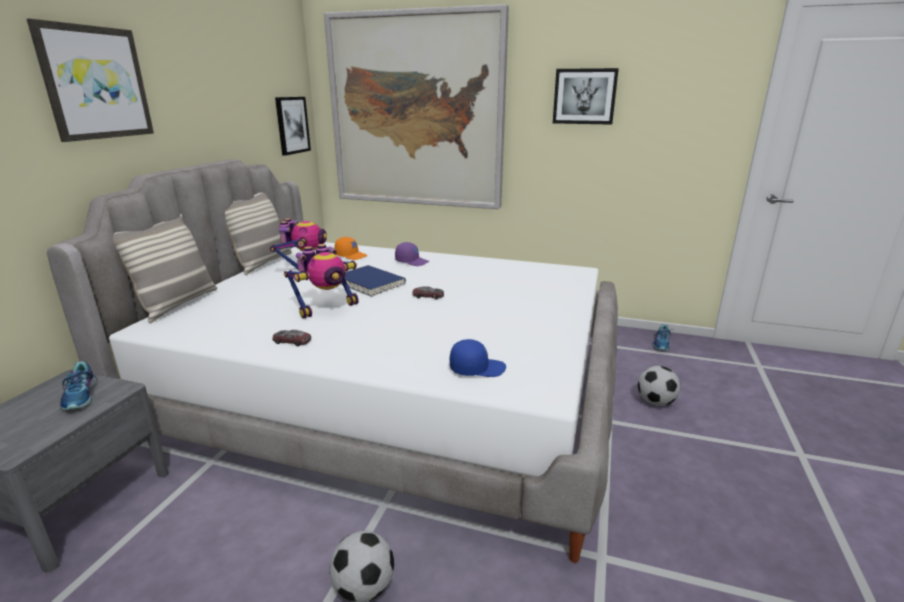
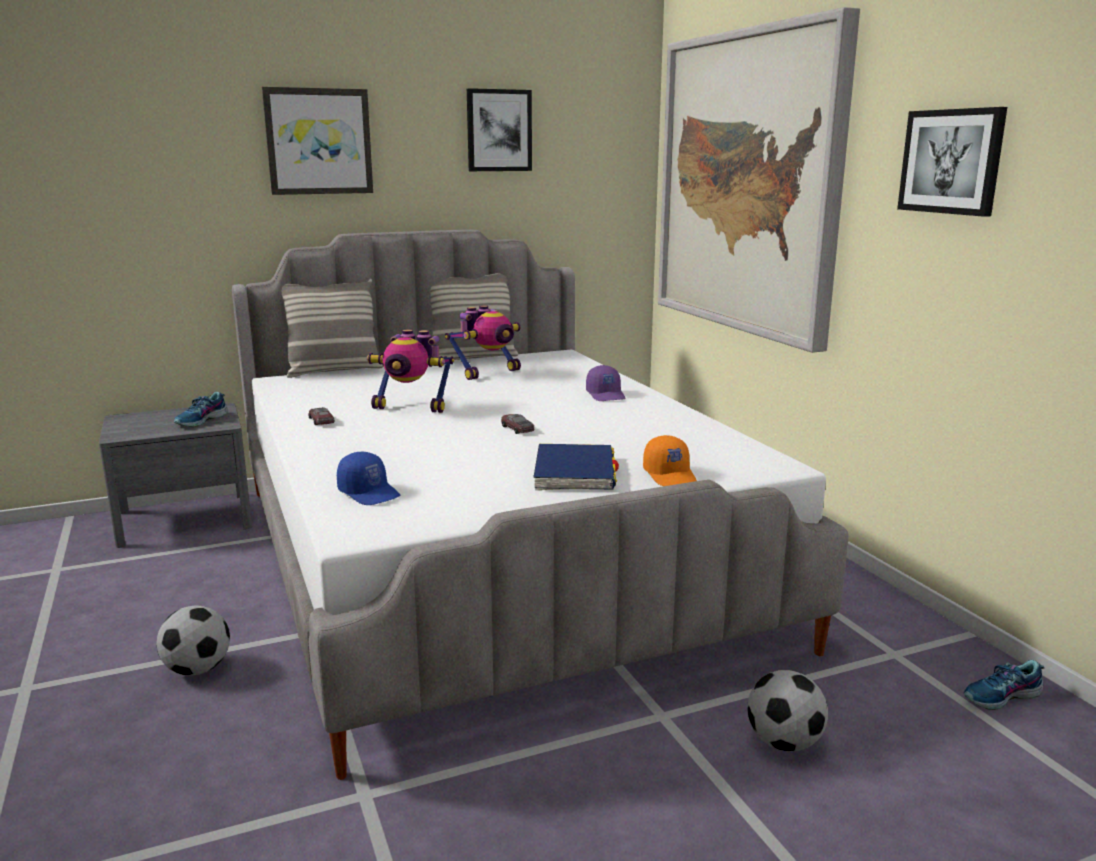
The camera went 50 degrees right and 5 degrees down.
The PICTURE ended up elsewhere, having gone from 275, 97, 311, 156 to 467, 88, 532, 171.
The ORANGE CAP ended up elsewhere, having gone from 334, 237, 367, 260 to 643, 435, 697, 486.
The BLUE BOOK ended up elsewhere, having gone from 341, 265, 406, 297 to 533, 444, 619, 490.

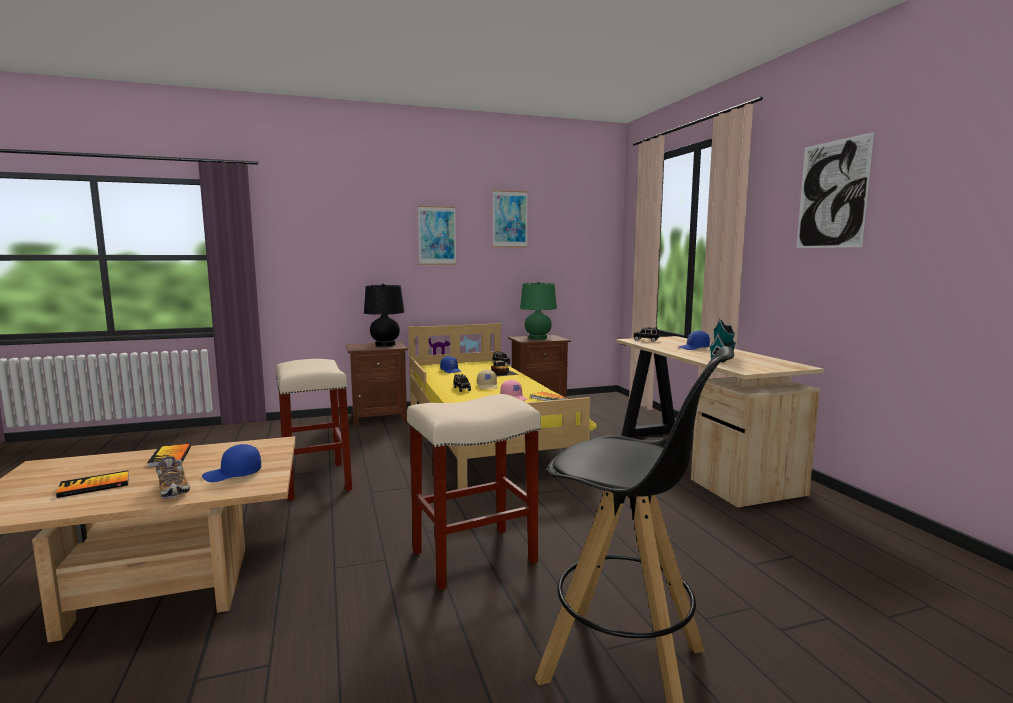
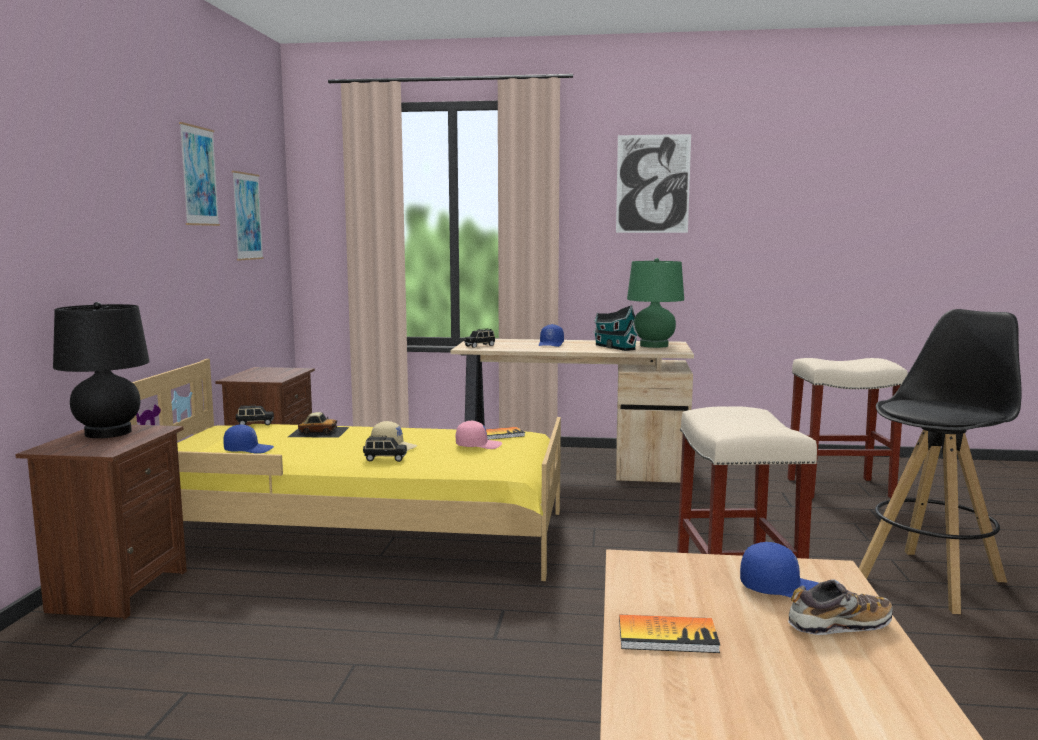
The camera went 65 degrees left and 0 degrees up.
The PICTURE ended up elsewhere, having gone from 418, 206, 456, 265 to 232, 171, 264, 261.
The GREEN TABLE LAMP ended up elsewhere, having gone from 520, 281, 557, 340 to 627, 258, 684, 348.
The BEIGE STOOL ended up elsewhere, having gone from 276, 359, 352, 501 to 788, 358, 908, 499.
The BLUE CAP at 202, 444, 261, 482 ended up facing another way, 90 degrees counterclockwise from before.
The second view lost the BOOK at 56, 470, 129, 498.

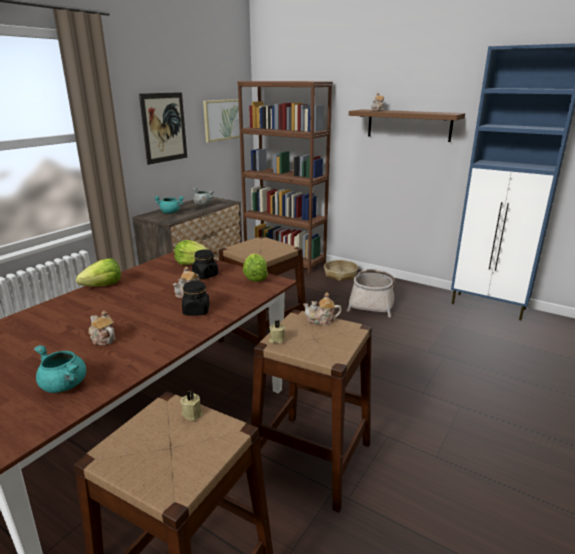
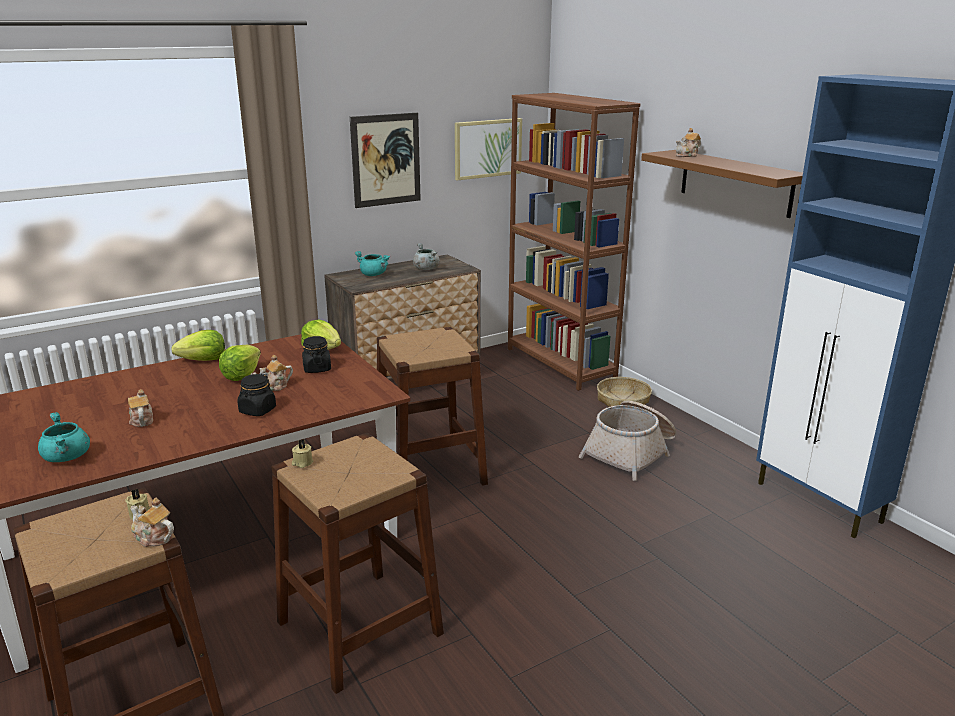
The camera went 25 degrees right and 0 degrees up.
The LETTUCE ended up elsewhere, having gone from 243, 253, 268, 282 to 219, 345, 261, 381.
The TEAPOT ended up elsewhere, having gone from 303, 292, 342, 325 to 130, 498, 174, 547.

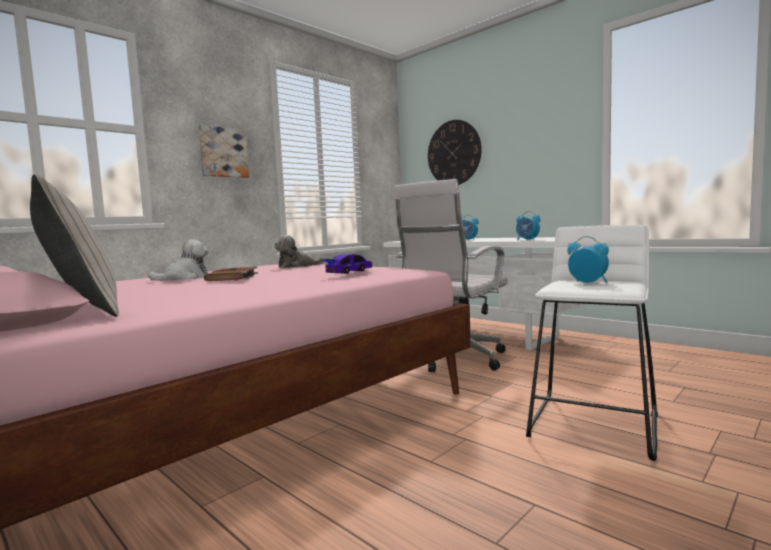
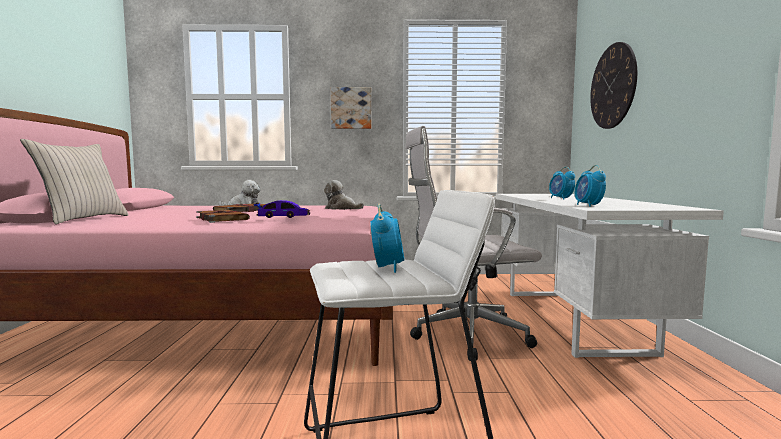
The camera went 45 degrees right and 0 degrees up.
The second view gained the BROWN BOOK at 196, 210, 250, 223.

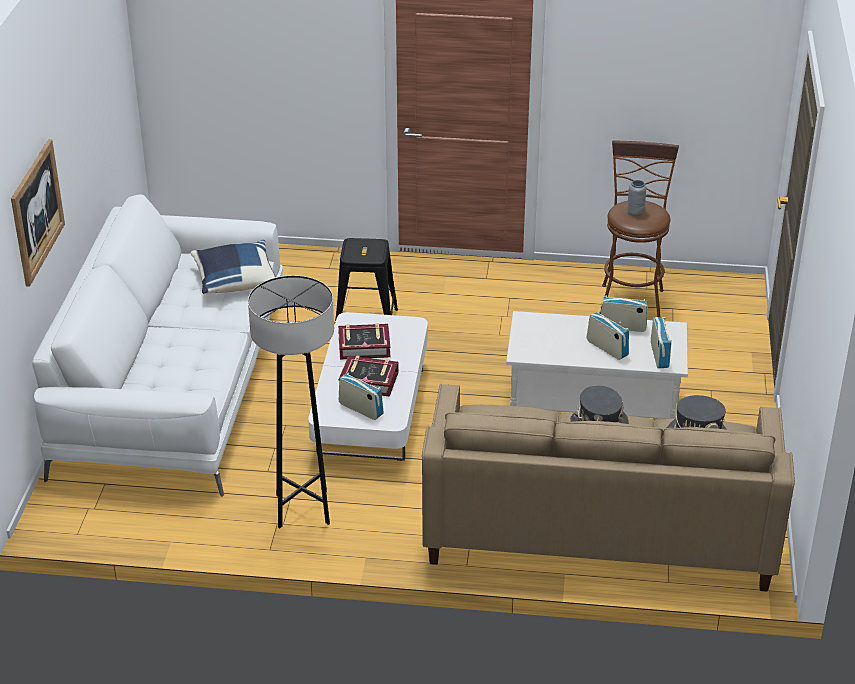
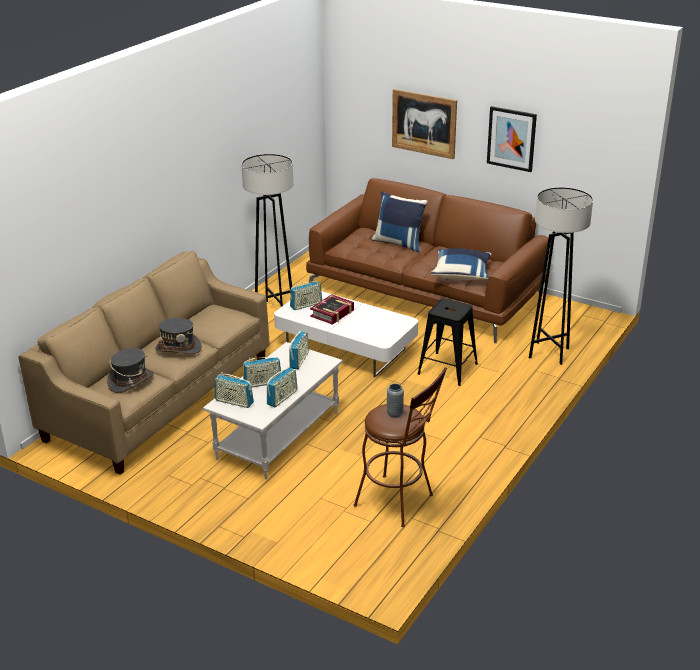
The camera went 115 degrees right and 5 degrees down.
What was the WHITE SOFA at 32, 194, 283, 497 turned into the BROWN SOFA at 306, 178, 548, 343.
The second view lost the BOOK at 338, 323, 391, 360.
The second view gained the PICTURE at 487, 106, 537, 172.
The second view gained the GREY FLOOR LAMP at 529, 187, 593, 365.
The second view gained the BLUE PILLOW at 371, 191, 428, 252.
The second view gained the RADIO at 289, 331, 309, 370.

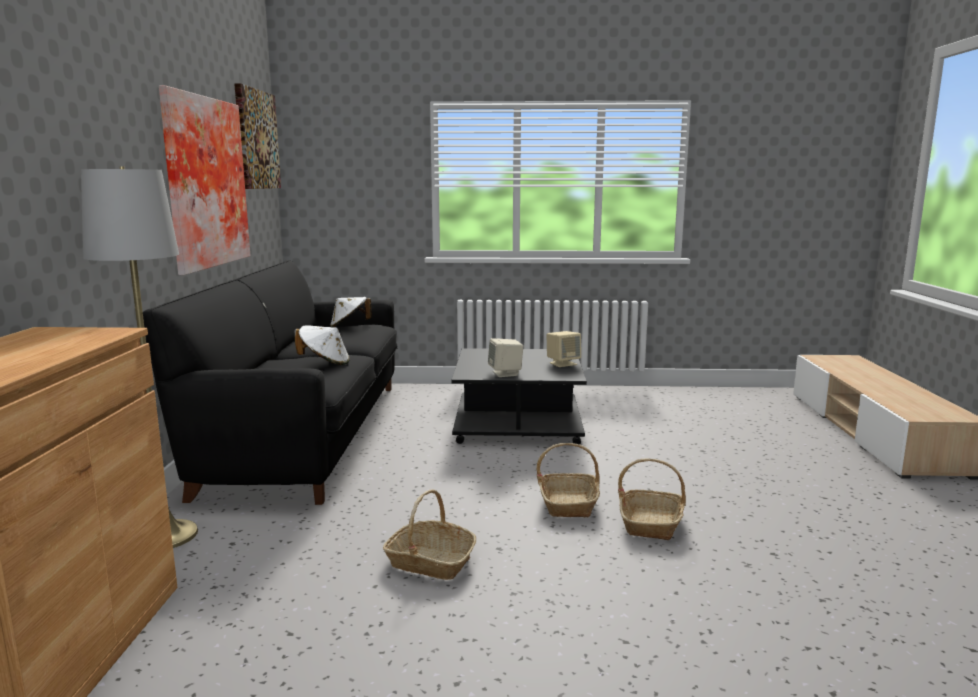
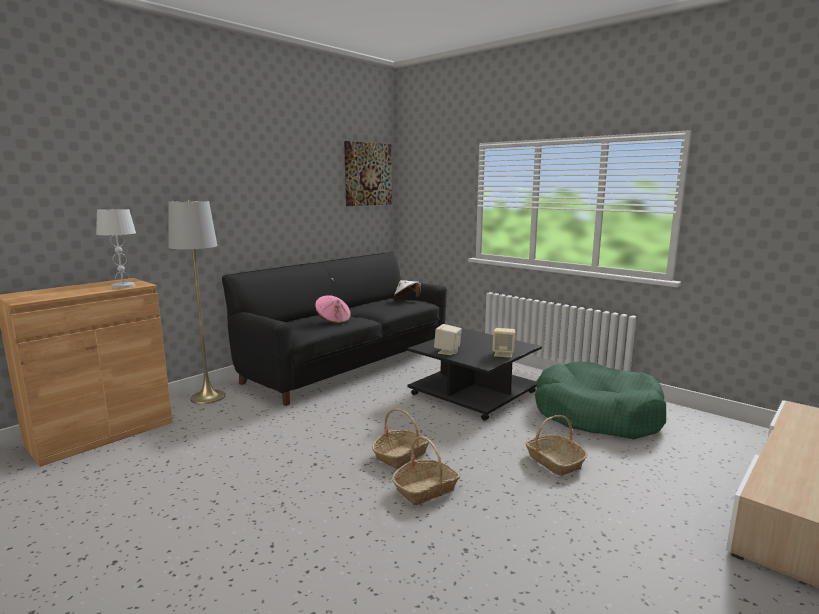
The camera went 40 degrees right and 0 degrees up.
The second view lost the PICTURE at 159, 85, 250, 275.
What was the WHITE HAT at 295, 325, 350, 365 turned into the PINK HAT at 315, 295, 351, 324.
The BASKET ended up elsewhere, having gone from 383, 489, 476, 580 to 526, 415, 588, 476.
The second view gained the WHITE TABLE LAMP at 96, 209, 136, 289.
The second view gained the GREEN DOG BED at 535, 362, 666, 439.

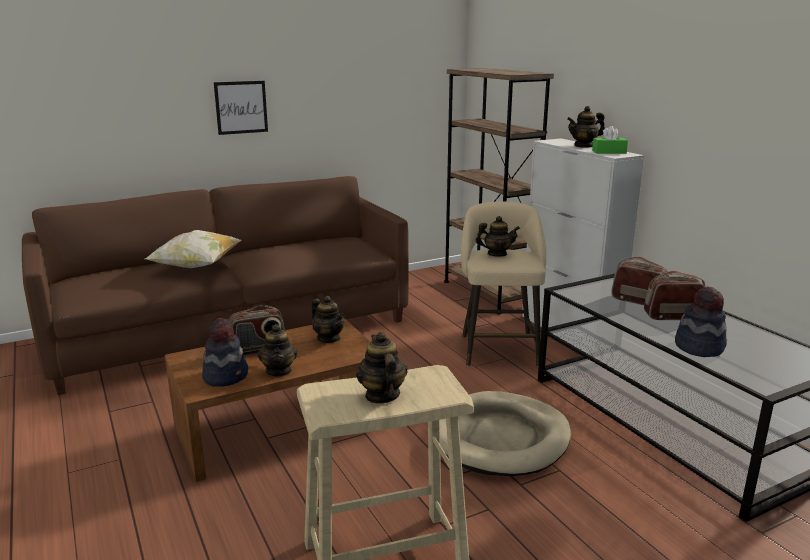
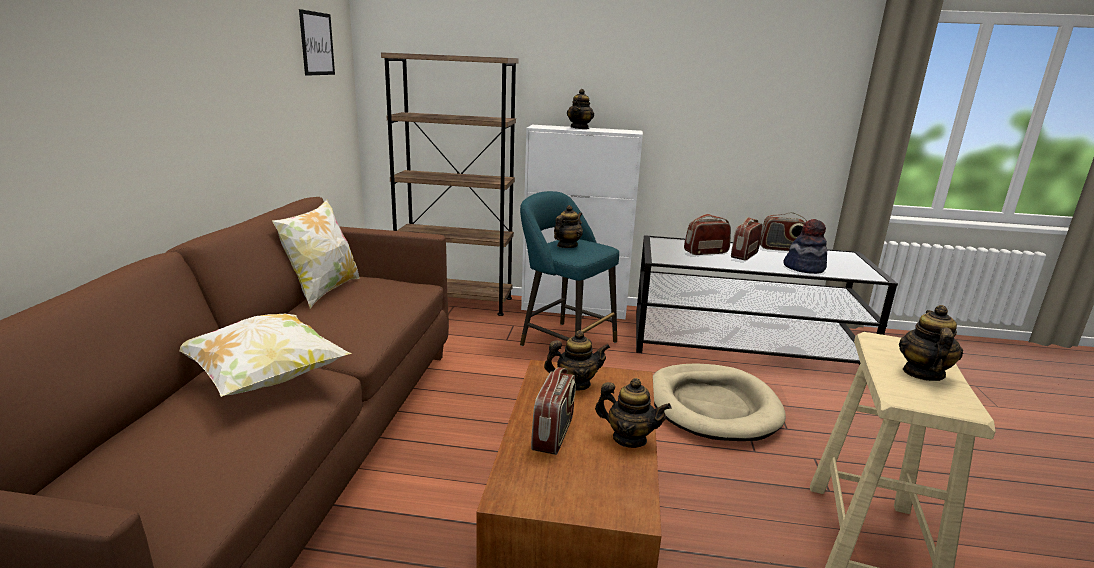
The camera went 55 degrees left and 0 degrees up.
The PICTURE ended up elsewhere, having gone from 214, 81, 268, 135 to 299, 9, 335, 76.
The second view lost the GREEN TISSUE BOX at 592, 126, 628, 154.
What was the BEIGE STOOL at 461, 201, 546, 367 turned into the TURQUOISE STOOL at 520, 191, 619, 346.
The second view lost the HAT at 202, 318, 248, 386.
The TEAPOT at 356, 332, 408, 404 ended up facing another way, 90 degrees clockwise from before.
The second view gained the PILLOW at 272, 199, 360, 308.
The second view gained the RADIO at 760, 212, 807, 251.

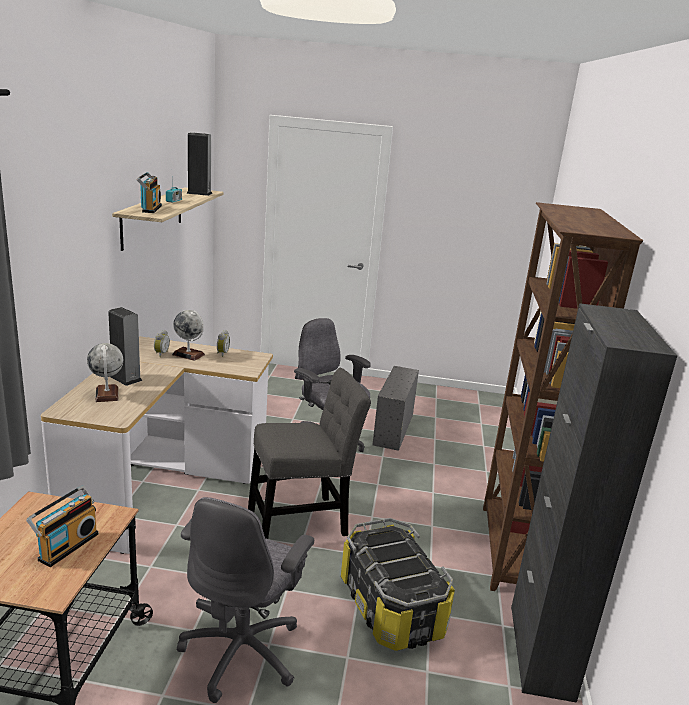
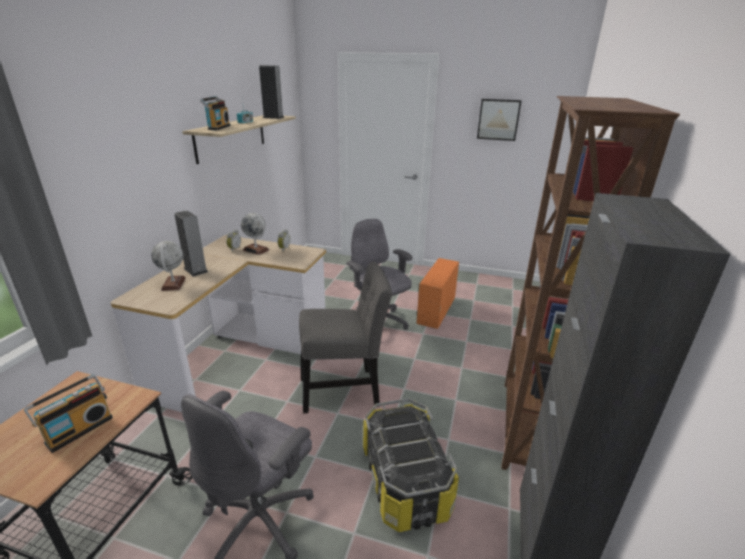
The camera went 10 degrees right and 5 degrees up.
What was the GREY STORAGE BOX at 372, 366, 419, 451 turned into the ORANGE STORAGE BOX at 416, 258, 459, 329.
The second view gained the PICTURE at 477, 99, 522, 141.

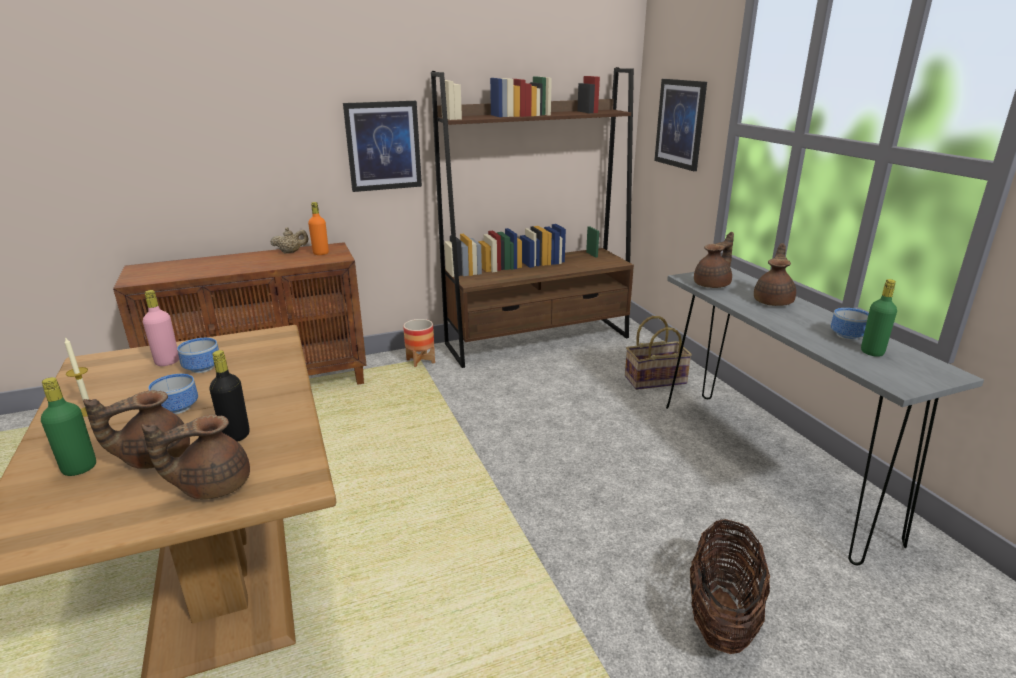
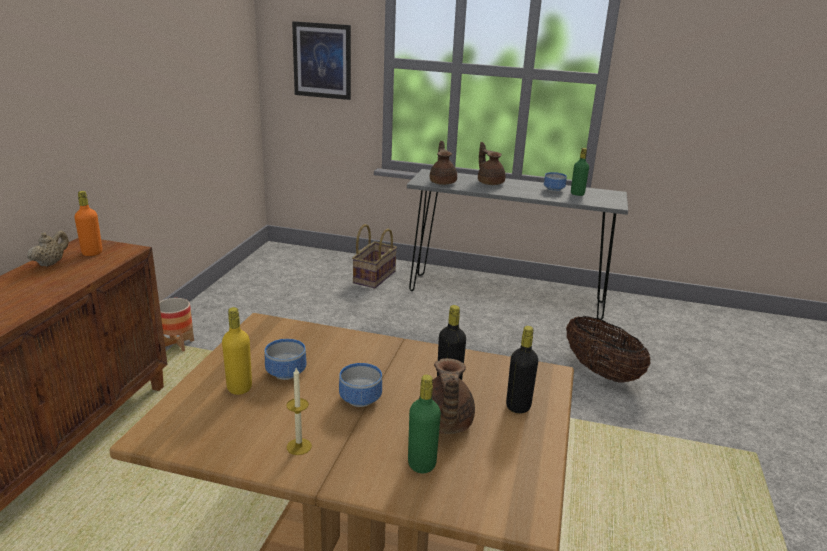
The camera went 55 degrees left and 0 degrees up.
The second view lost the BROWN BOOKCASE at 431, 67, 634, 368.
The second view lost the PICTURE at 343, 101, 422, 192.
What was the PINK BOTTLE at 143, 290, 179, 366 turned into the YELLOW BOTTLE at 222, 307, 252, 395.
Where the BROWN TEAPOT stood at 142, 414, 250, 499, the BLACK BOTTLE came to stand at 506, 326, 538, 414.

